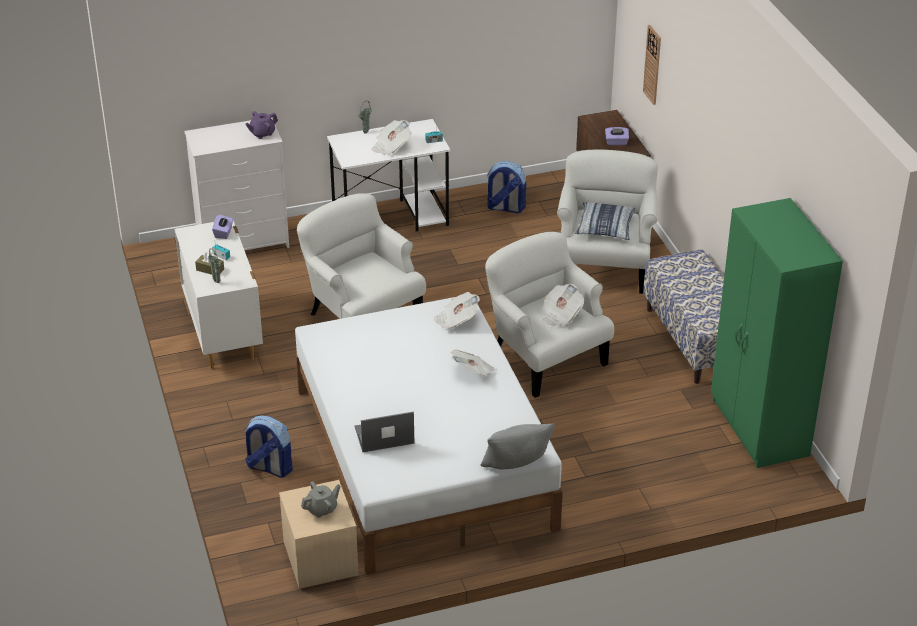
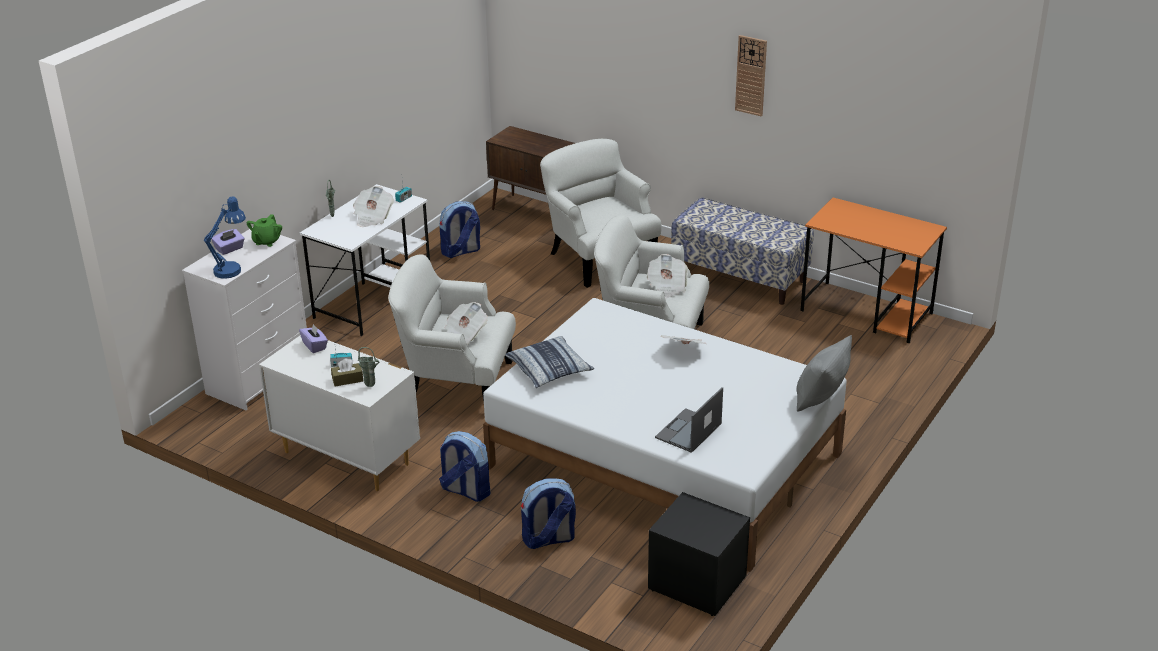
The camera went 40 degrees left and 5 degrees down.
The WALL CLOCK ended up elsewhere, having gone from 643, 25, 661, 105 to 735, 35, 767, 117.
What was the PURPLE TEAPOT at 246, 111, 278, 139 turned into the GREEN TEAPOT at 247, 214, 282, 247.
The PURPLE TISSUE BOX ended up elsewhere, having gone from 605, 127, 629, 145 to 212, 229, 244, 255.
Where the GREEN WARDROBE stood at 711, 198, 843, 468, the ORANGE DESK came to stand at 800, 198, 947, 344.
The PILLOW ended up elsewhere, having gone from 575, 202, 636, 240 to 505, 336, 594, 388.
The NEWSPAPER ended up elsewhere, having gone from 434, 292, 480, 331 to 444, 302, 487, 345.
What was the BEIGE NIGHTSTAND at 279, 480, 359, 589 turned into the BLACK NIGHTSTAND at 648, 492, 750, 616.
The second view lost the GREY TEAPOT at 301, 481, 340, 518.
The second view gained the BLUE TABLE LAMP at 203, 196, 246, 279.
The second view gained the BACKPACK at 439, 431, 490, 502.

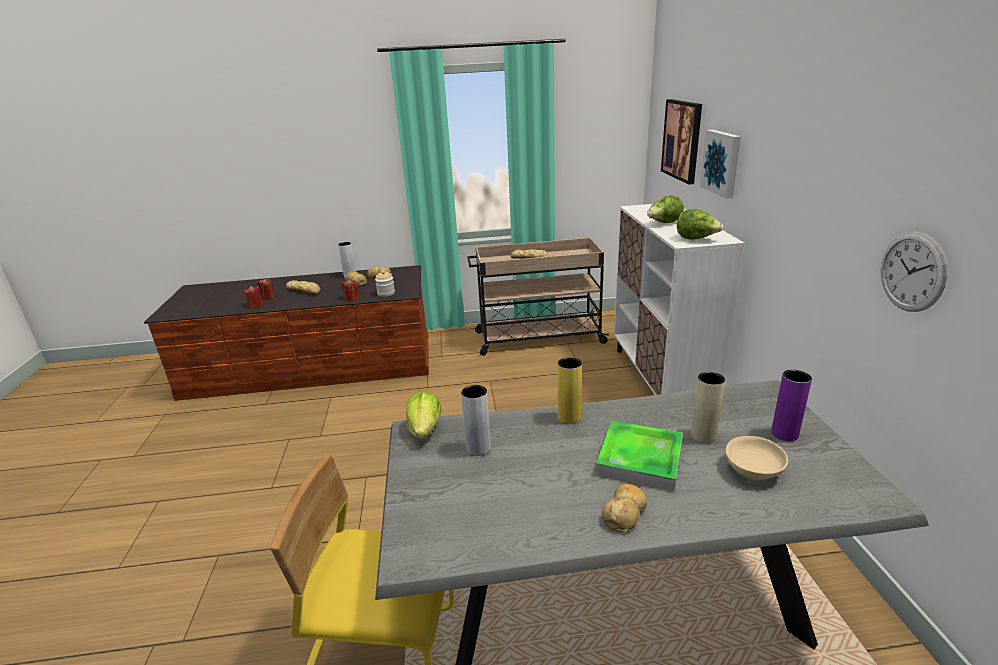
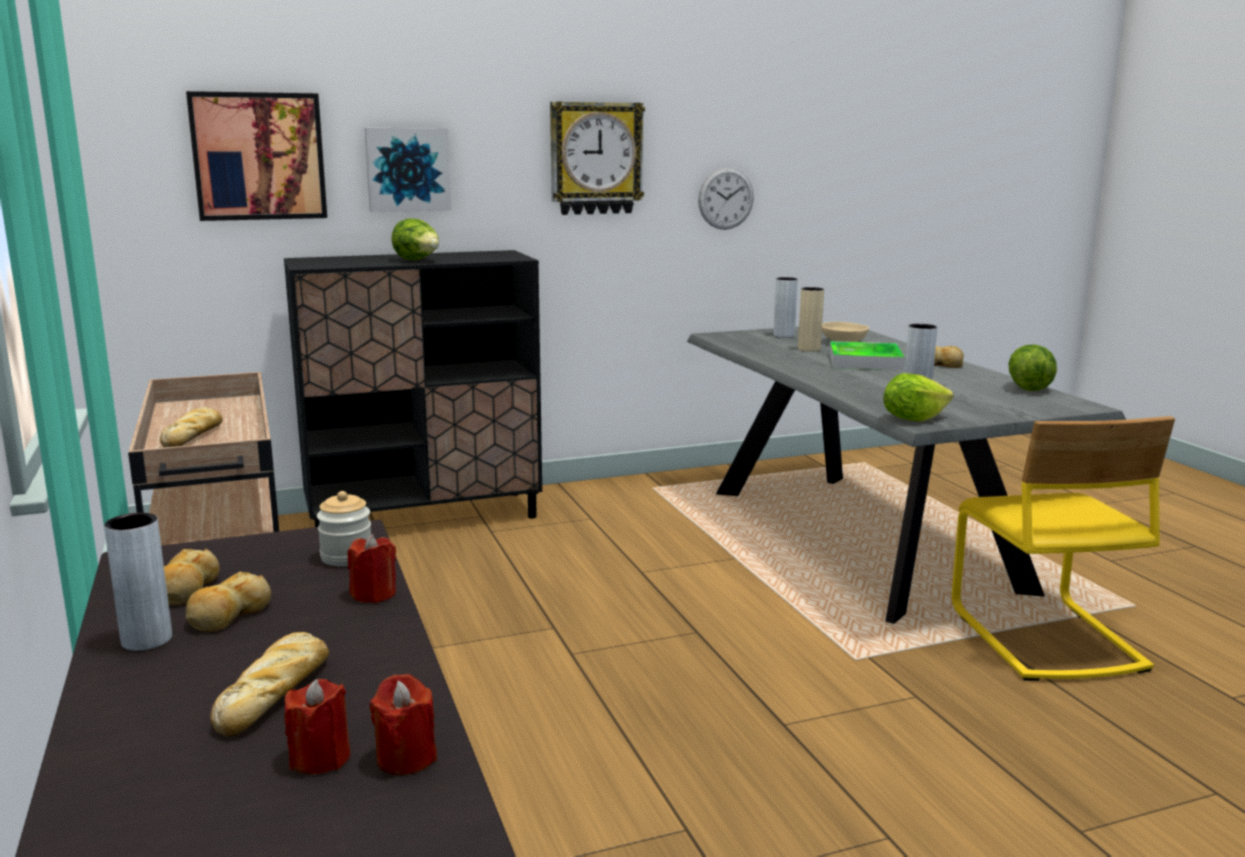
The camera went 105 degrees left and 10 degrees down.
What was the WHITE CABINET at 614, 204, 745, 395 turned into the BLACK CABINET at 284, 250, 542, 527.
The LETTUCE ended up elsewhere, having gone from 677, 209, 723, 240 to 1008, 344, 1057, 391.
The second view lost the YELLOW VASE at 557, 357, 582, 424.
What was the PURPLE VASE at 771, 370, 812, 441 turned into the GREY VASE at 773, 277, 798, 338.
The second view gained the WALL CLOCK at 550, 102, 645, 215.

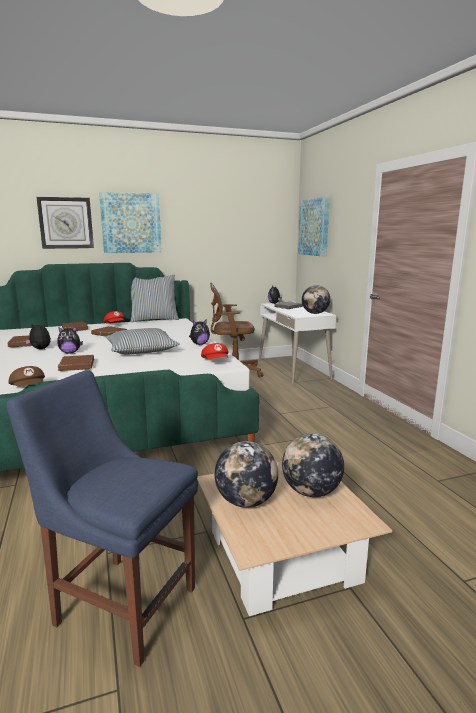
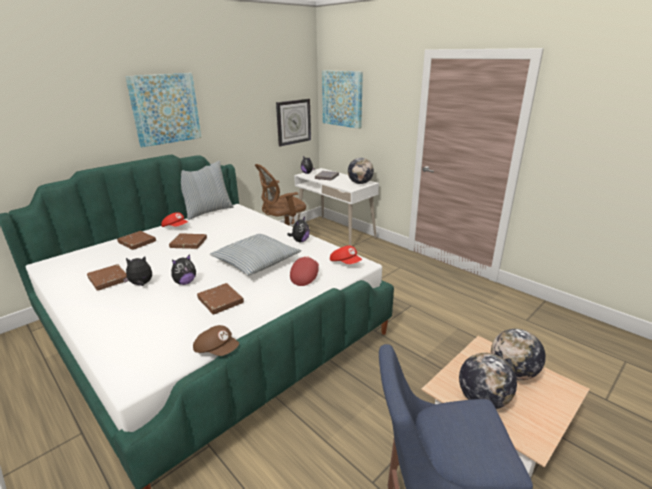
The camera went 25 degrees left and 10 degrees up.
The WALL CLOCK ended up elsewhere, having gone from 37, 197, 94, 249 to 276, 99, 311, 146.
The second view gained the RED CAP at 290, 256, 319, 286.

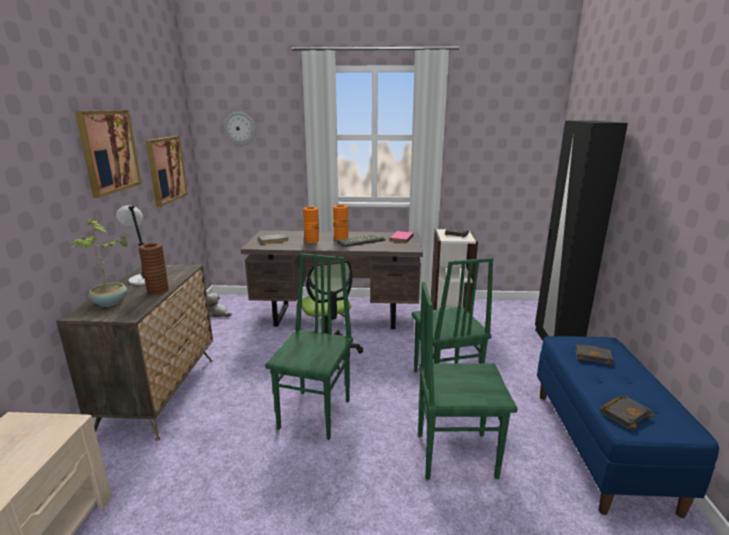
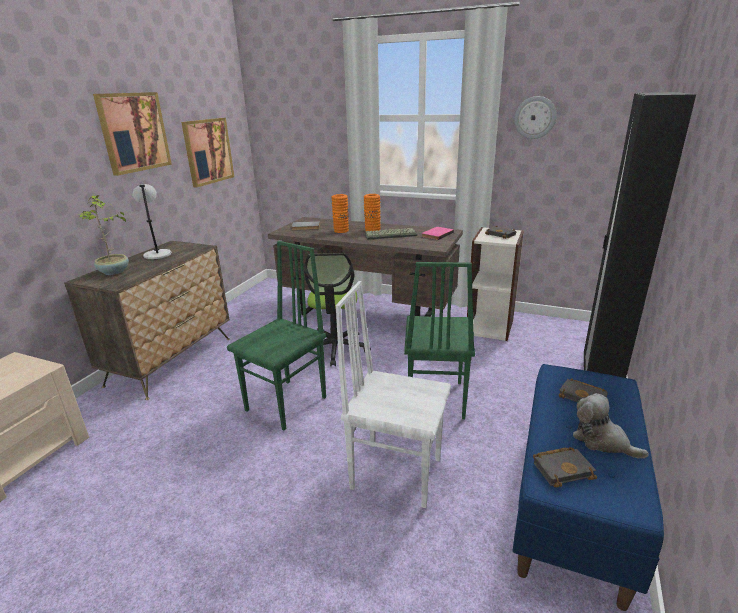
The camera went 20 degrees right and 5 degrees up.
The WALL CLOCK ended up elsewhere, having gone from 224, 112, 256, 145 to 514, 96, 557, 139.
The second view lost the BROWN VASE at 138, 243, 169, 295.
What was the GREEN CHAIR at 418, 282, 518, 479 turned into the WHITE CHAIR at 335, 281, 451, 508.
The PLUSH TOY ended up elsewhere, having gone from 207, 293, 232, 317 to 573, 393, 649, 459.

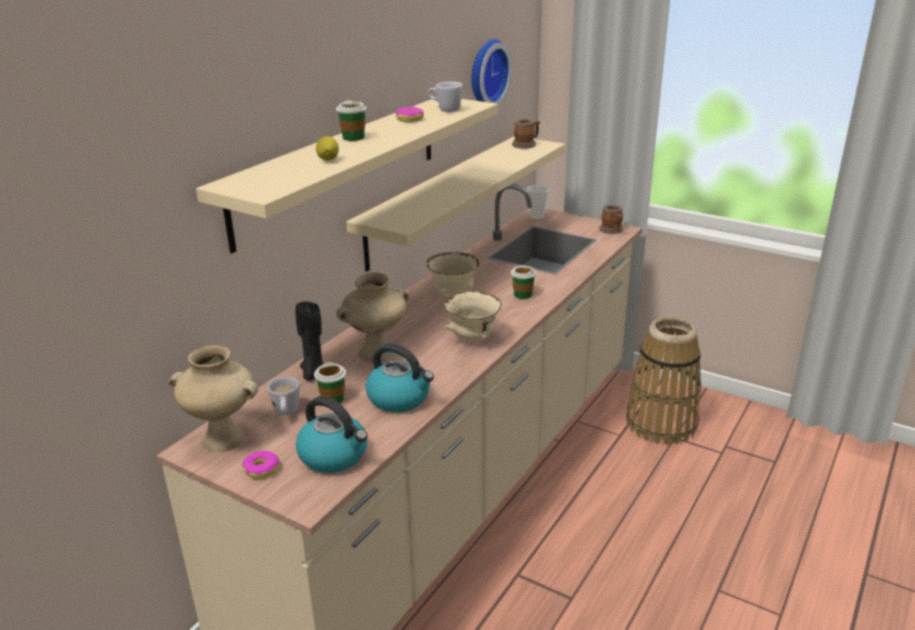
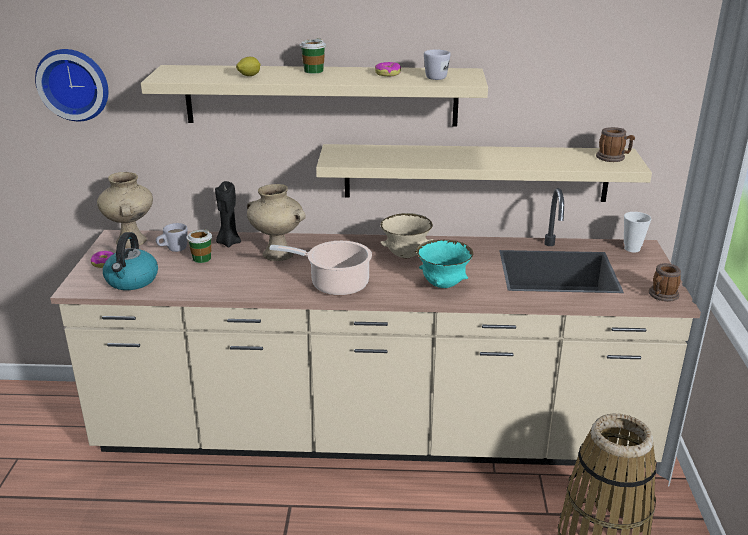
The camera went 60 degrees right and 0 degrees up.
The WALL CLOCK ended up elsewhere, having gone from 471, 39, 512, 106 to 35, 49, 108, 121.
Where the CUP stood at 511, 265, 536, 299, the TURQUOISE BOWL came to stand at 416, 240, 473, 288.
Where the BEIGE BOWL stood at 443, 291, 502, 342, the COOKING POT came to stand at 269, 241, 372, 296.
The second view lost the KETTLE at 366, 344, 434, 412.

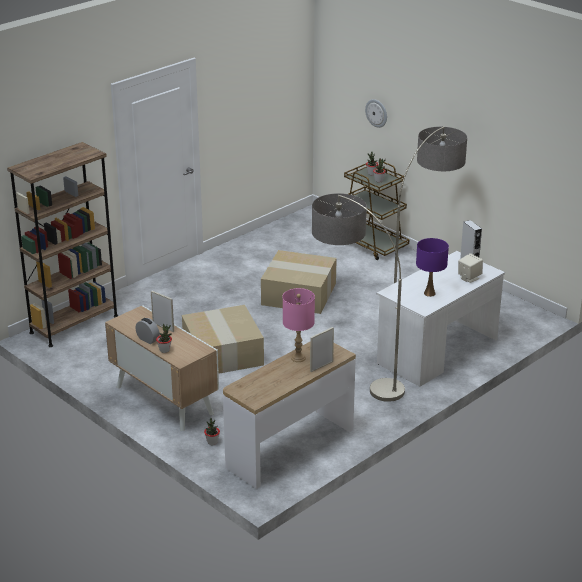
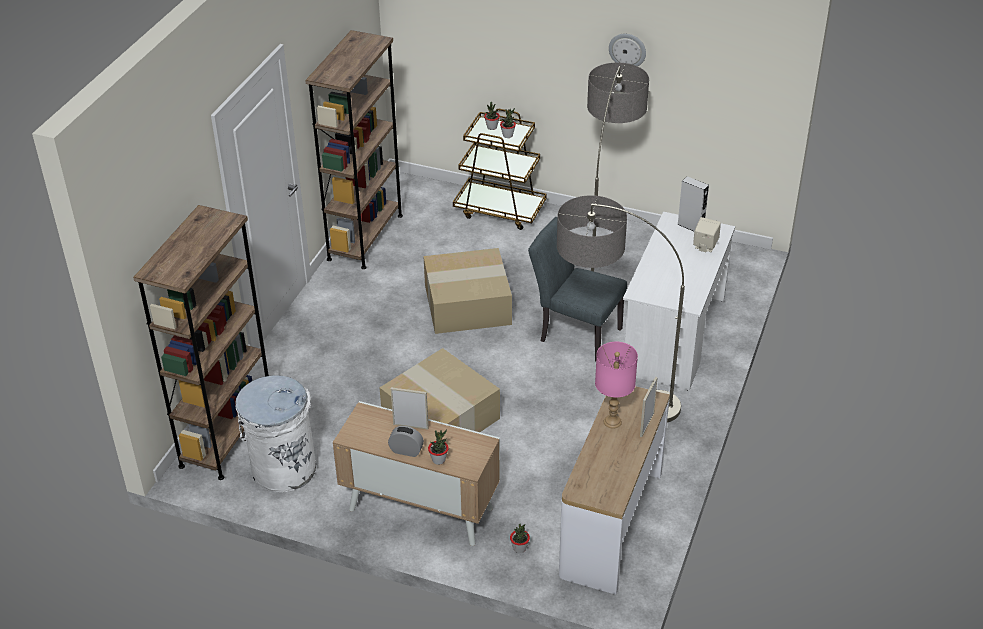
The camera went 25 degrees left and 10 degrees up.
The WALL CLOCK ended up elsewhere, having gone from 365, 99, 387, 128 to 609, 34, 646, 66.
The second view lost the PURPLE TABLE LAMP at 416, 238, 449, 297.
The second view gained the BROWN BOOKCASE at 305, 30, 403, 269.
The second view gained the GREY CHAIR at 528, 217, 627, 361.
The second view gained the WHITE TRASH CAN at 235, 375, 316, 492.

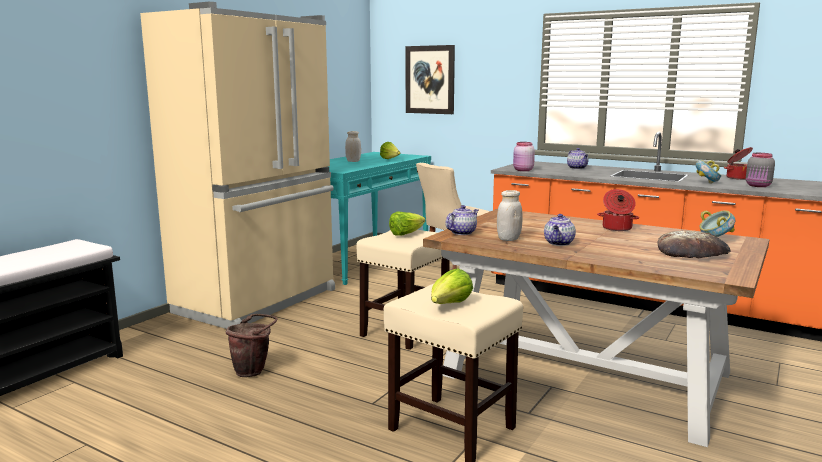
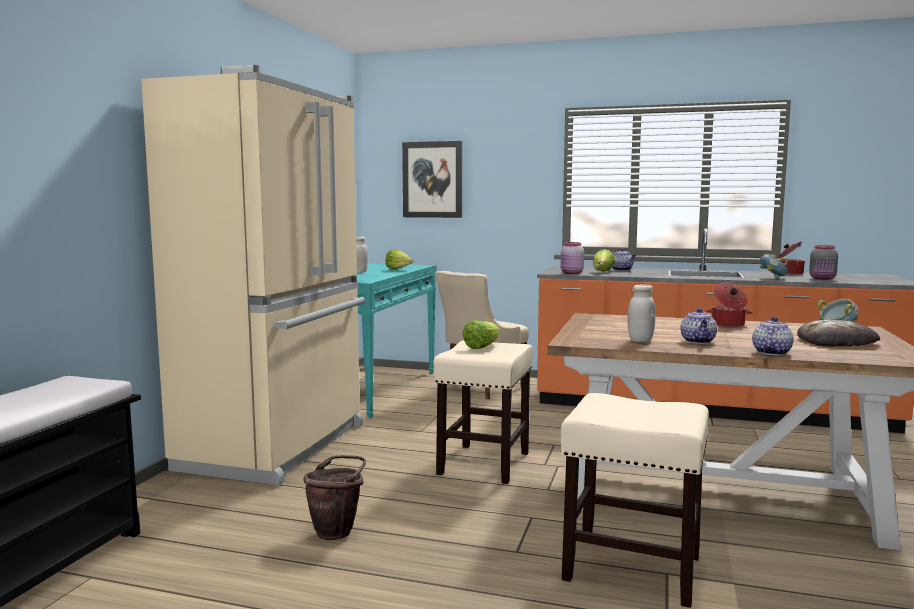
The camera went 15 degrees left and 5 degrees down.
The TEAPOT ended up elsewhere, having gone from 445, 205, 478, 235 to 752, 317, 794, 355.
The LETTUCE ended up elsewhere, having gone from 431, 269, 473, 304 to 593, 249, 615, 272.

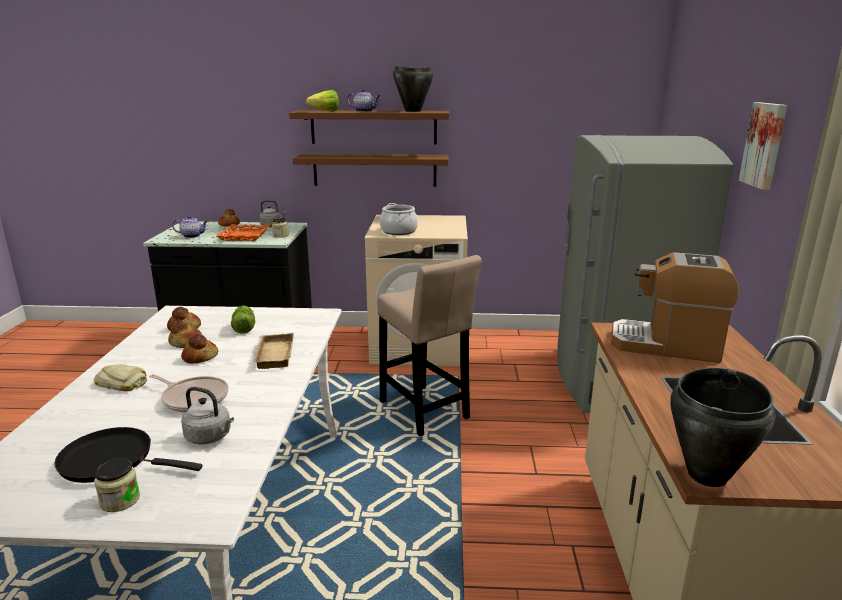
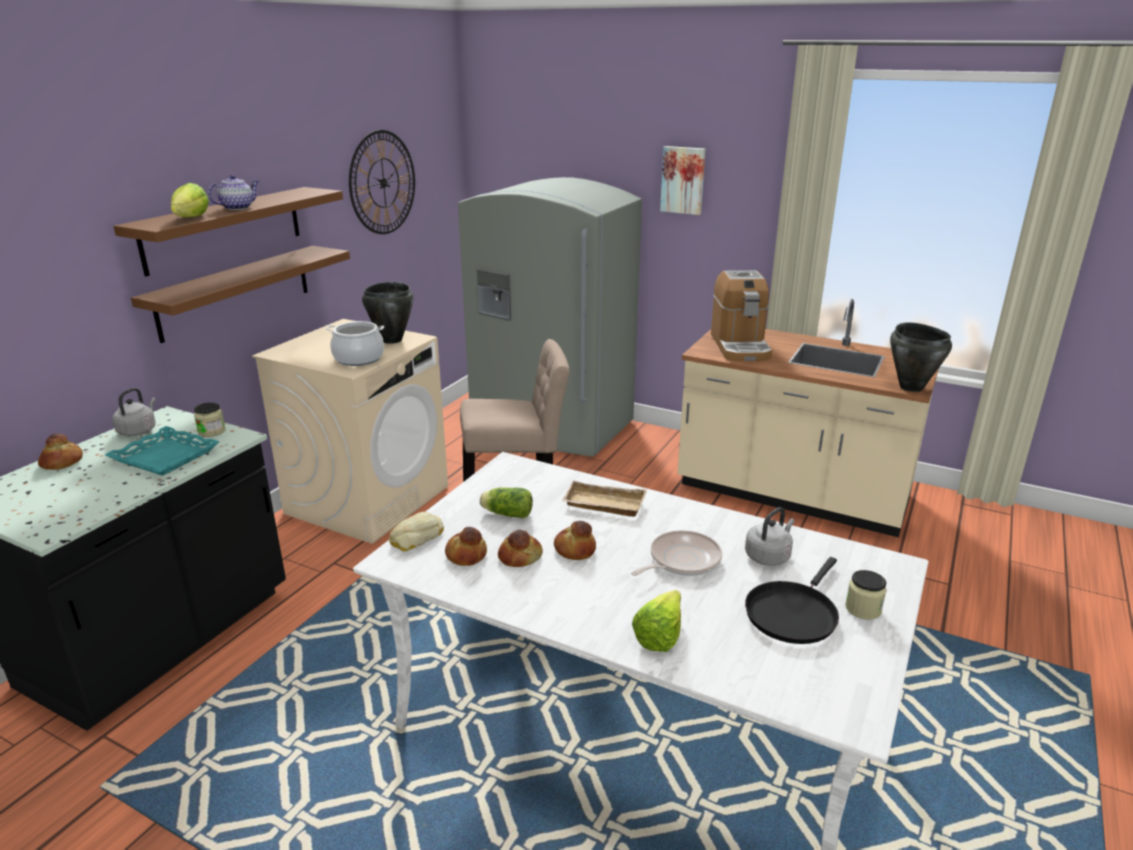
The camera went 65 degrees left and 5 degrees up.
The BLACK COOKING POT ended up elsewhere, having gone from 393, 66, 433, 112 to 362, 282, 414, 344.
The second view lost the TEAPOT at 172, 216, 208, 238.
What was the ORANGE TRAY at 216, 224, 270, 241 turned into the TURQUOISE TRAY at 105, 426, 220, 476.
The COFFEE MACHINE at 611, 252, 739, 363 ended up facing another way, 45 degrees counterclockwise from before.
The BREAD ended up elsewhere, having gone from 94, 364, 147, 391 to 389, 512, 444, 552.
The second view gained the WALL CLOCK at 349, 130, 415, 234.
The second view gained the LETTUCE at 632, 590, 681, 652.

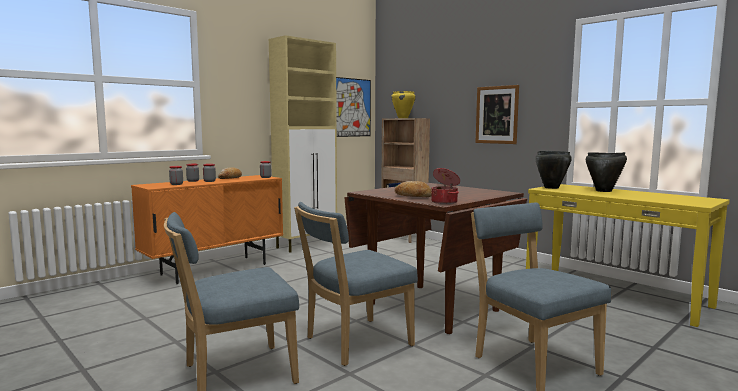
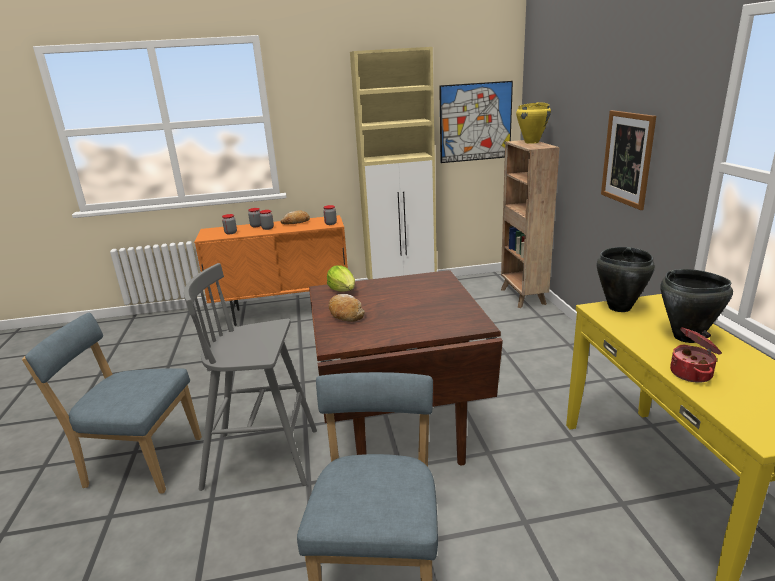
The camera went 35 degrees right and 15 degrees up.
The COOKING POT ended up elsewhere, having gone from 431, 168, 460, 204 to 670, 327, 722, 383.
Where the BLUE CHAIR stood at 294, 202, 418, 366, the GREY STOOL came to stand at 184, 263, 317, 491.
The second view gained the LETTUCE at 327, 265, 355, 292.

